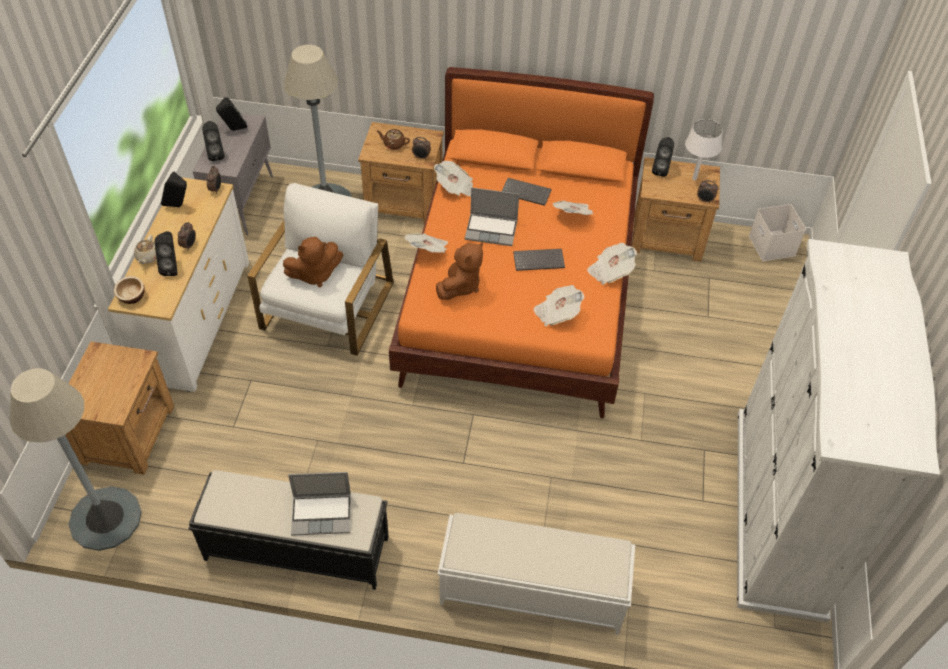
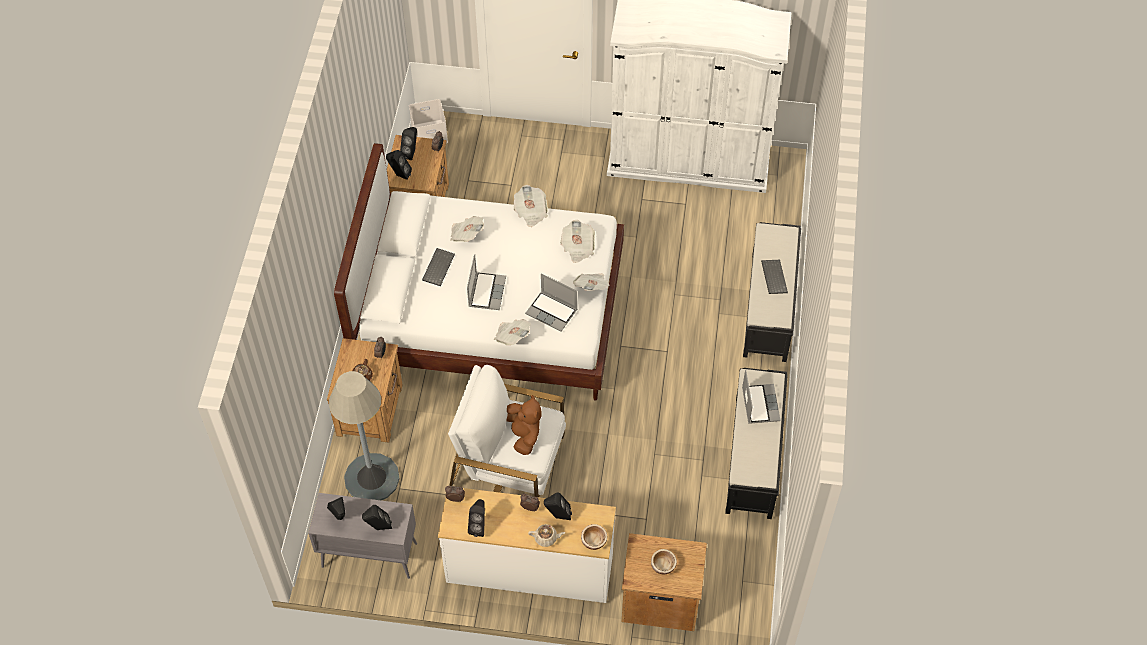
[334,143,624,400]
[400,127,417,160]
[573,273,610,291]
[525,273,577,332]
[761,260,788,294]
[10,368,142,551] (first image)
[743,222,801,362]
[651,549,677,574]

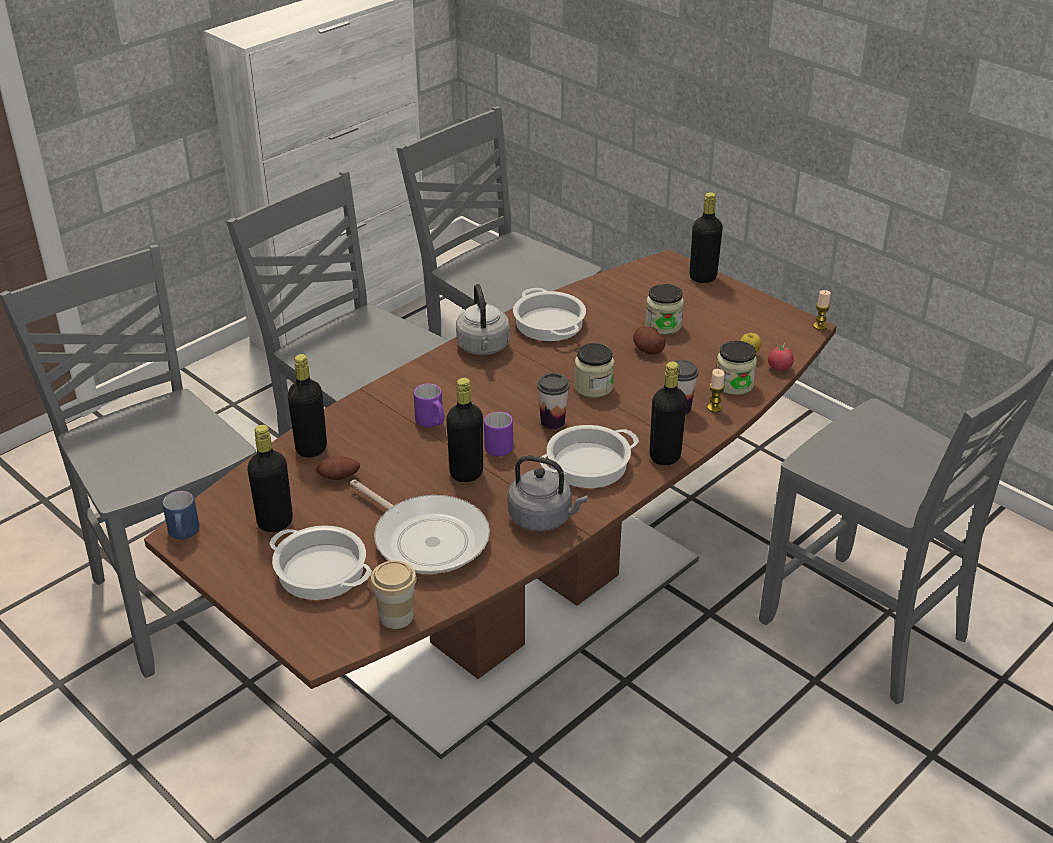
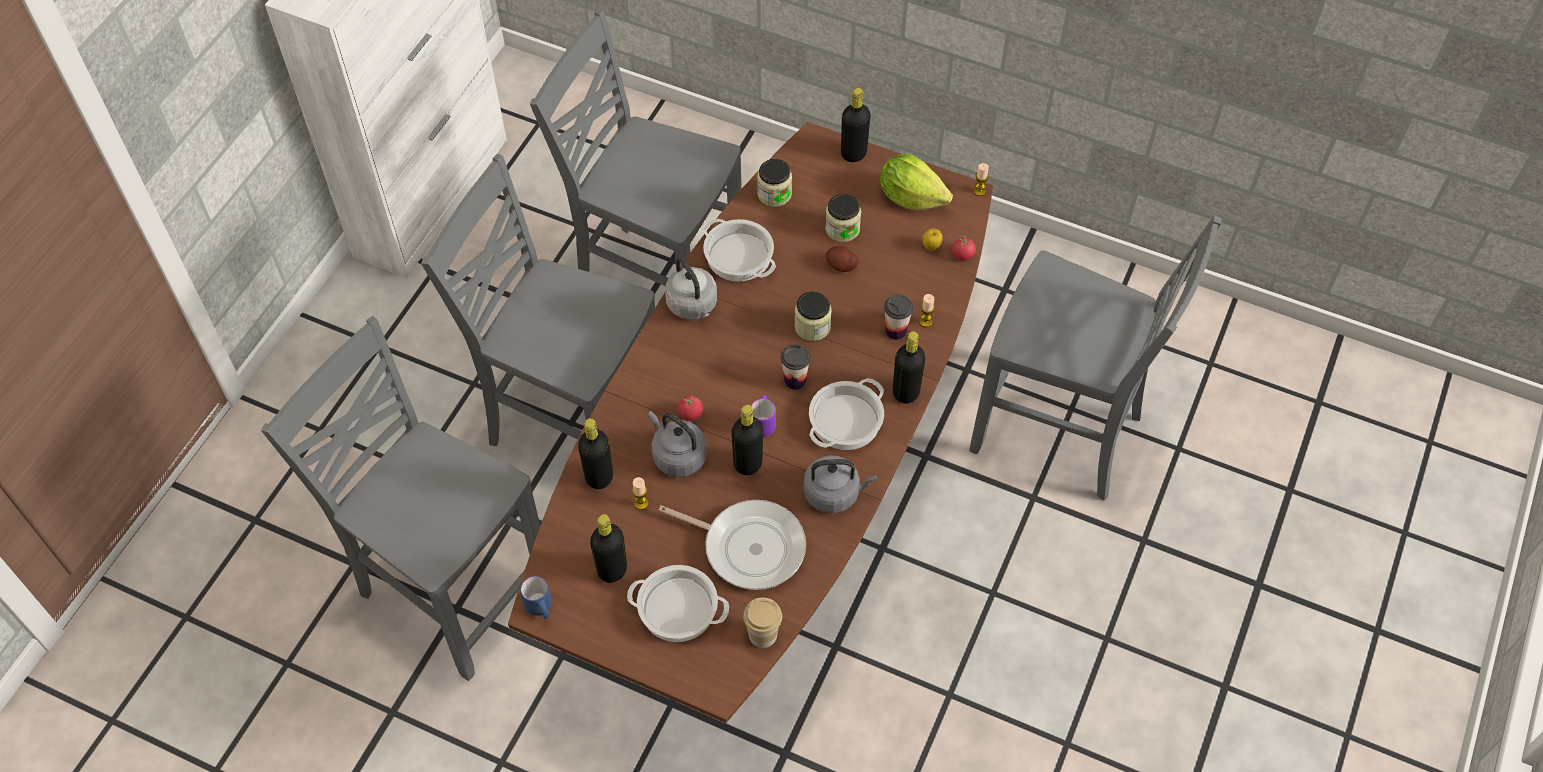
[757,159,792,207]
[678,396,703,421]
[632,477,649,510]
[880,153,953,210]
[648,411,707,477]

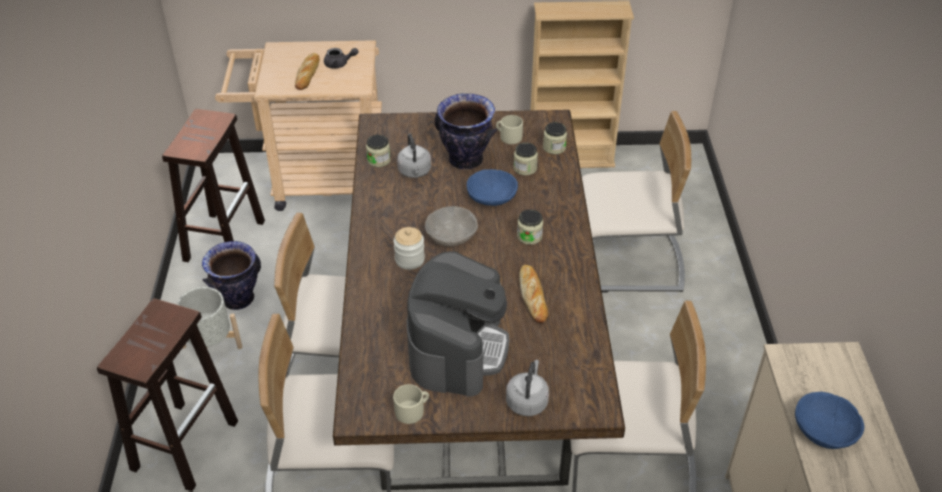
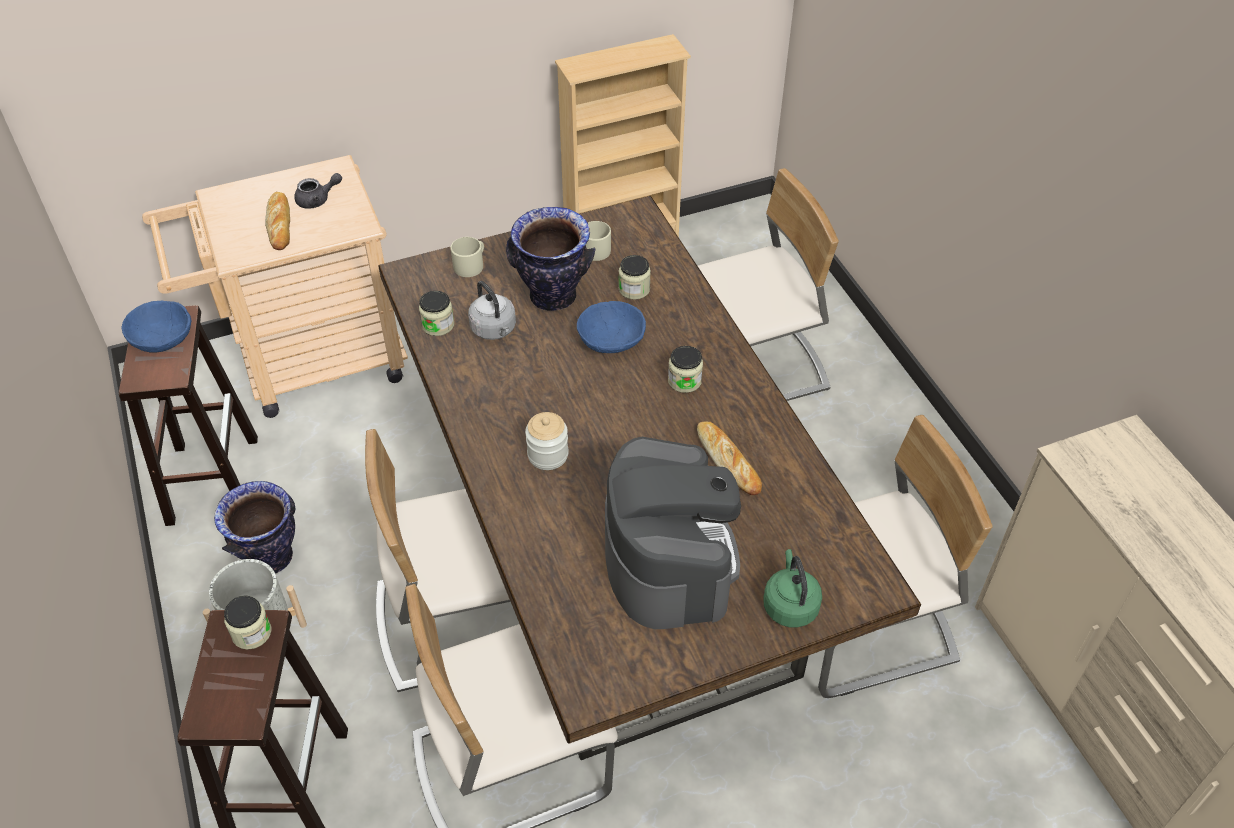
[224,595,271,650]
[425,206,478,247] (first image)
[763,549,822,628]
[451,237,484,277]
[121,301,191,353]

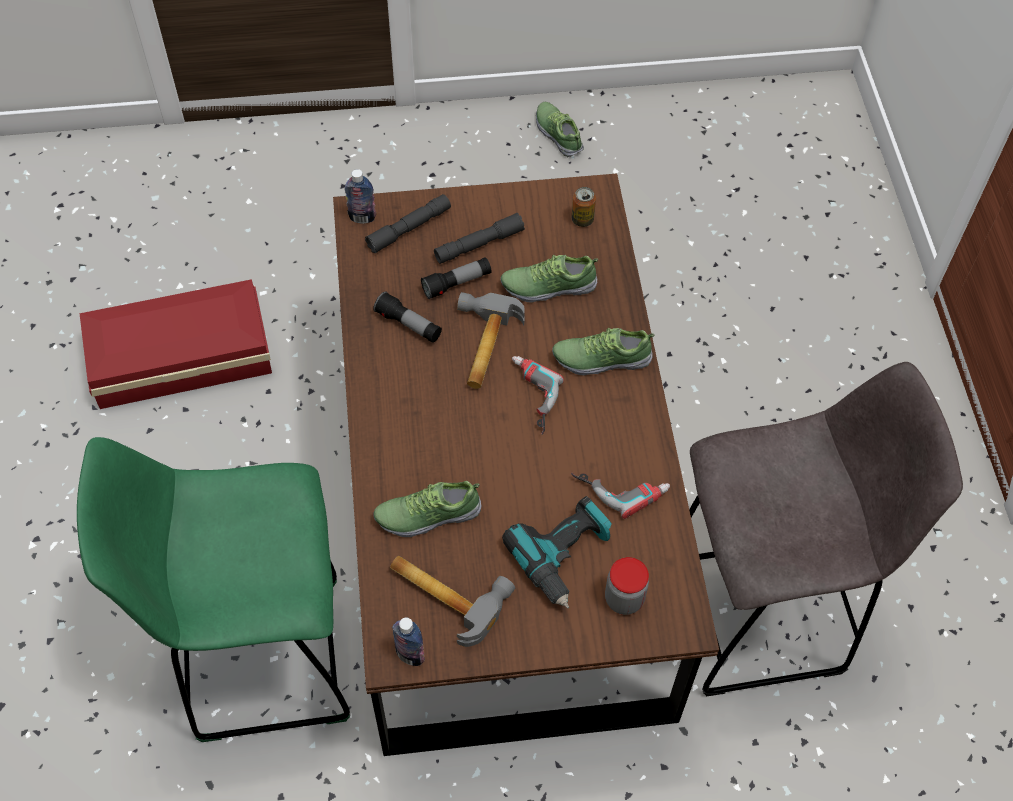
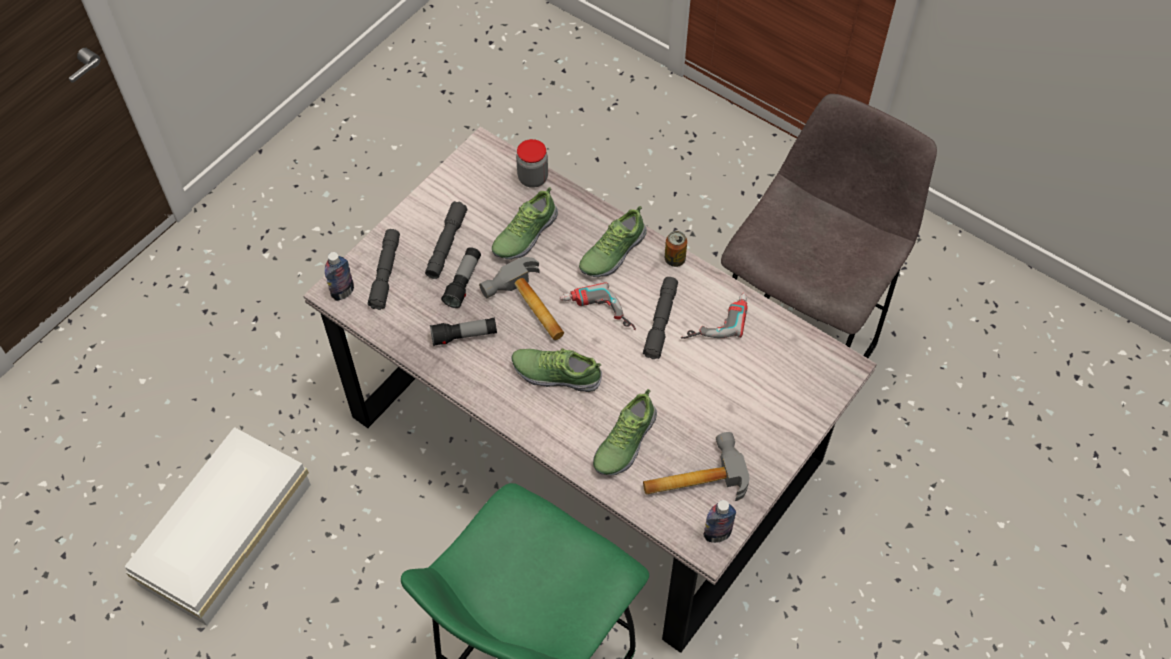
[512,348,602,392]
[303,127,877,653]
[665,231,687,267]
[124,427,311,625]
[502,496,612,609] (first image)
[516,139,548,188]
[643,277,678,359]

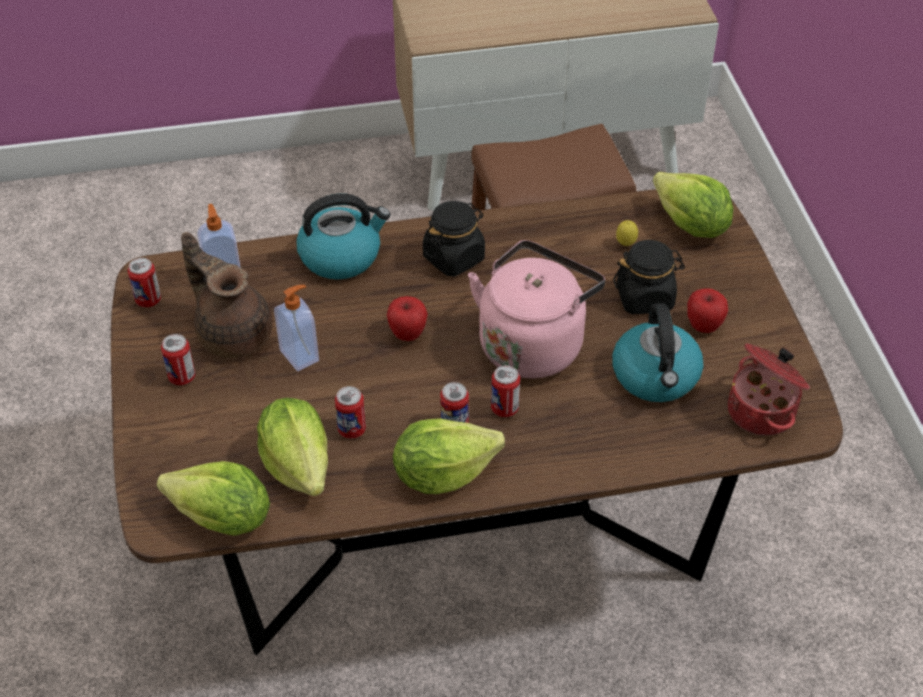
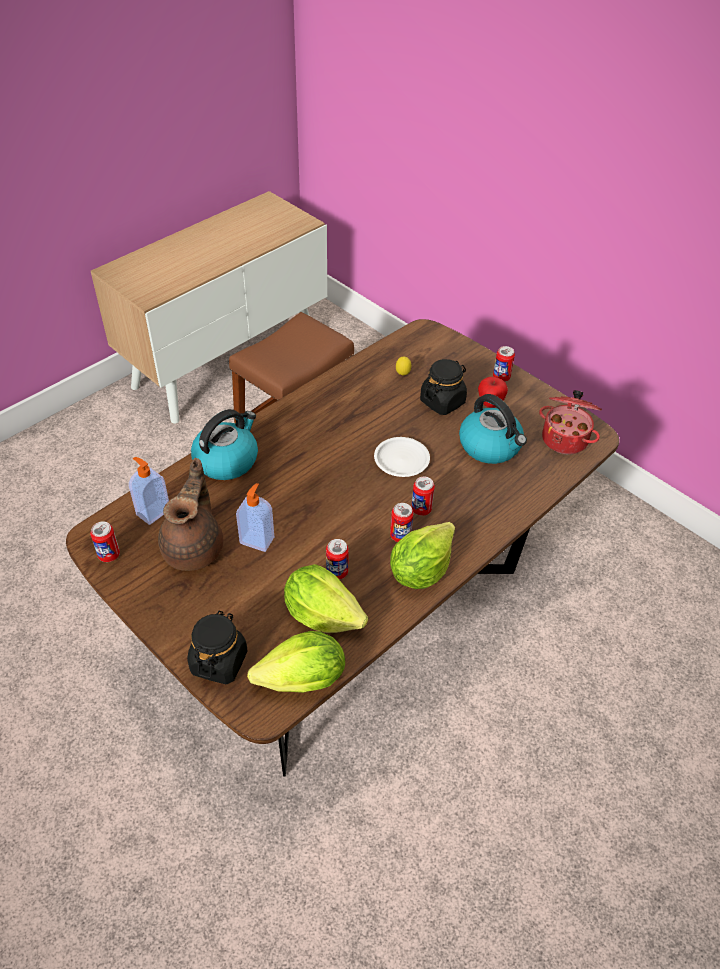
[653,172,733,238] (first image)
[187,611,248,684]
[158,458,223,571]
[374,437,430,477]
[387,296,428,341] (first image)
[493,346,515,381]

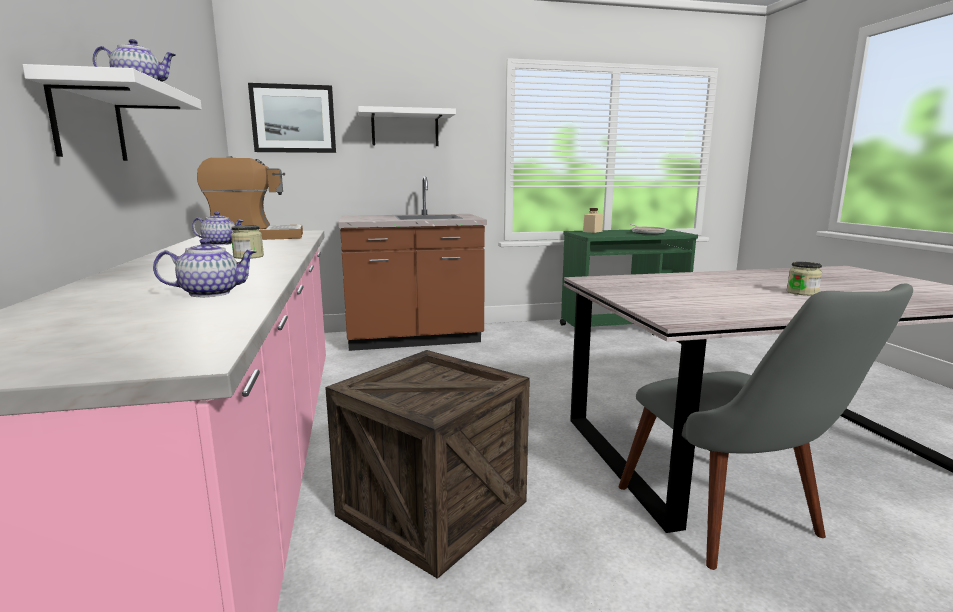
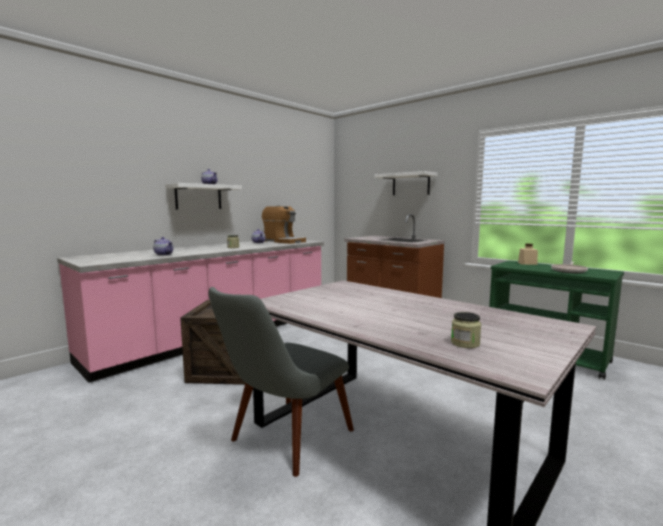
[248,83,336,153] (first image)
[451,312,481,348]

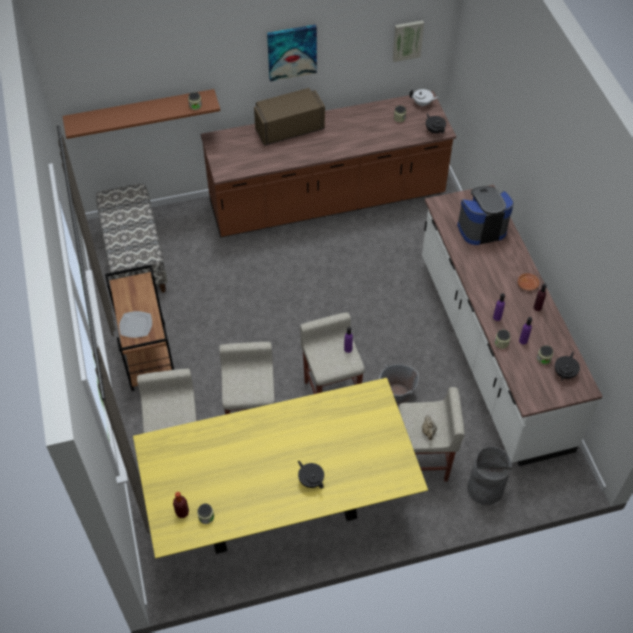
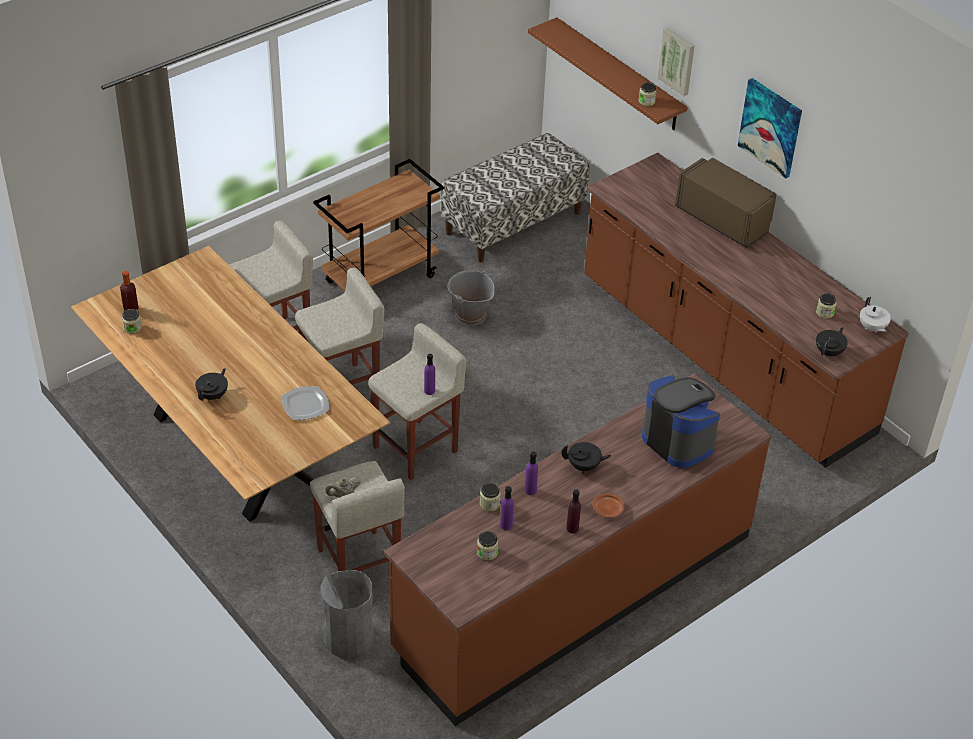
[657,27,695,96]
[384,373,771,726]
[282,386,329,420]
[562,442,612,473]
[447,269,495,326]
[71,246,390,522]

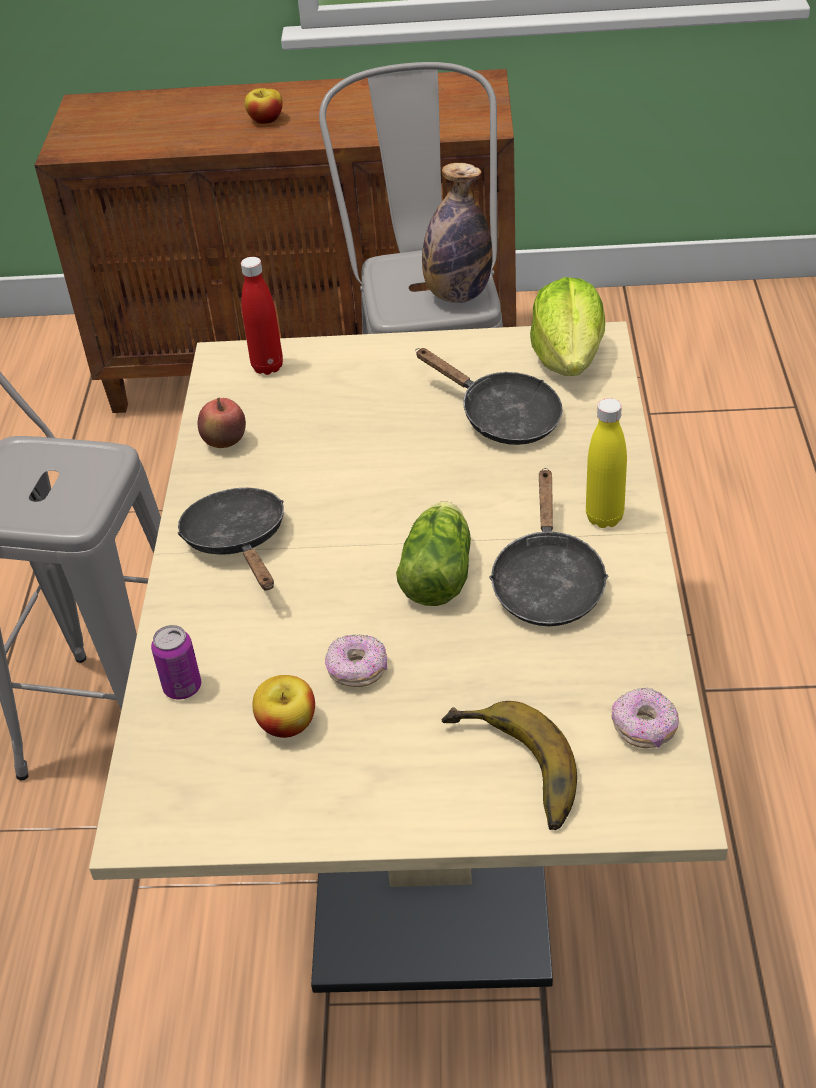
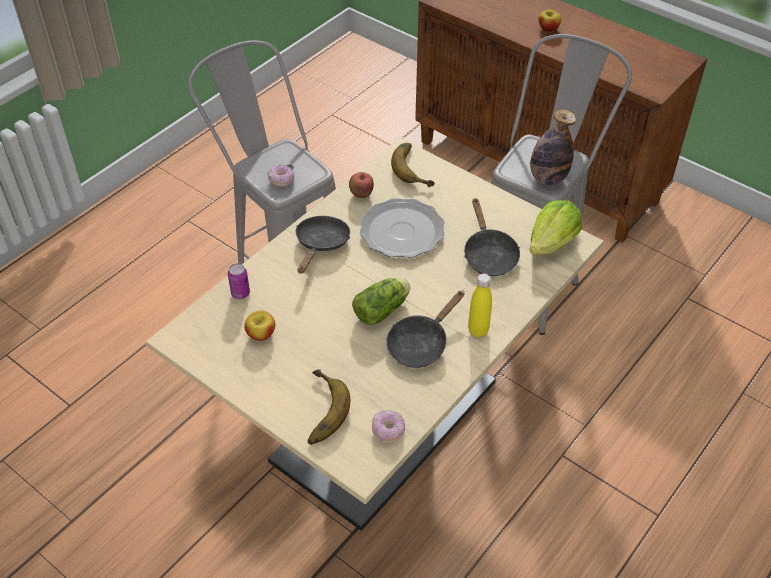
[391,143,435,187]
[268,164,295,187]
[360,198,445,258]

